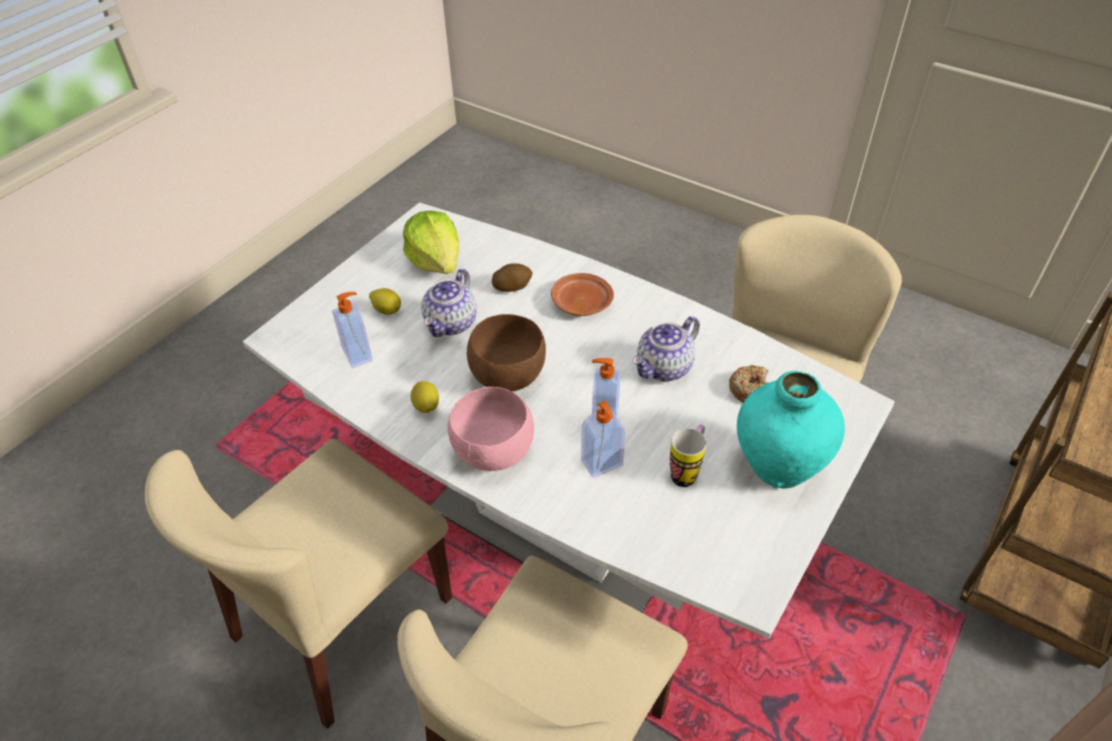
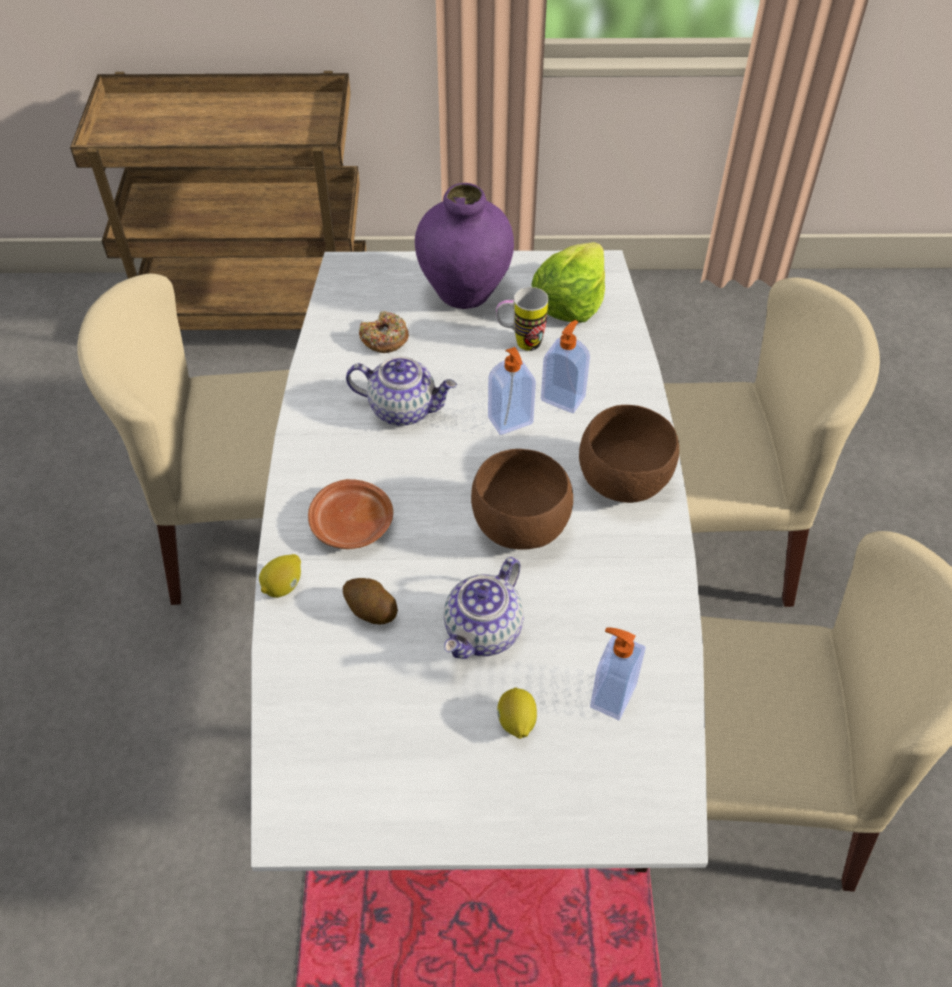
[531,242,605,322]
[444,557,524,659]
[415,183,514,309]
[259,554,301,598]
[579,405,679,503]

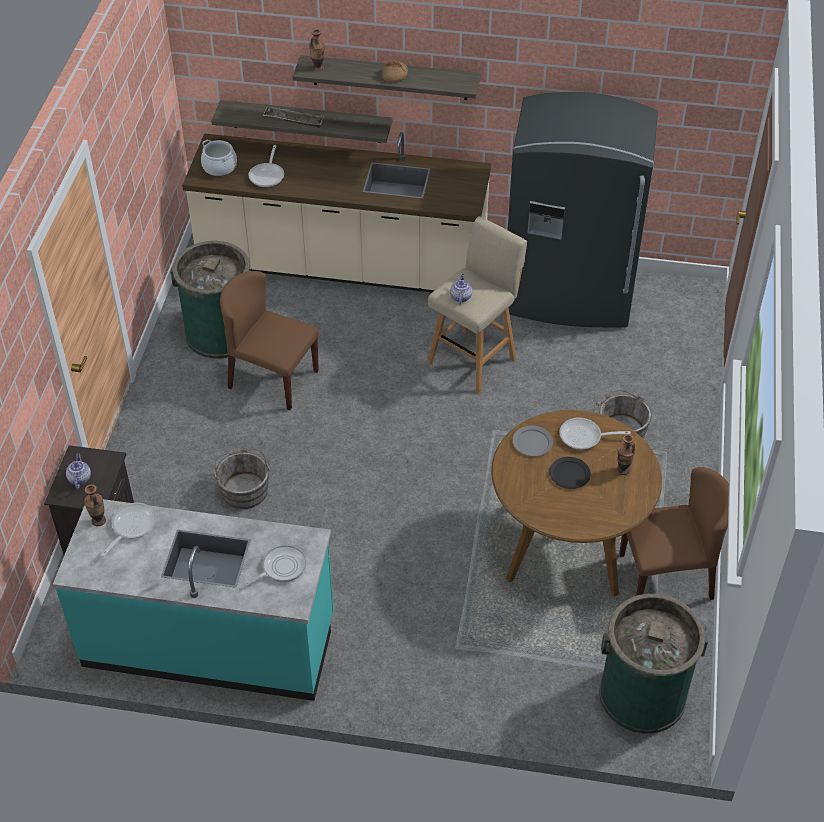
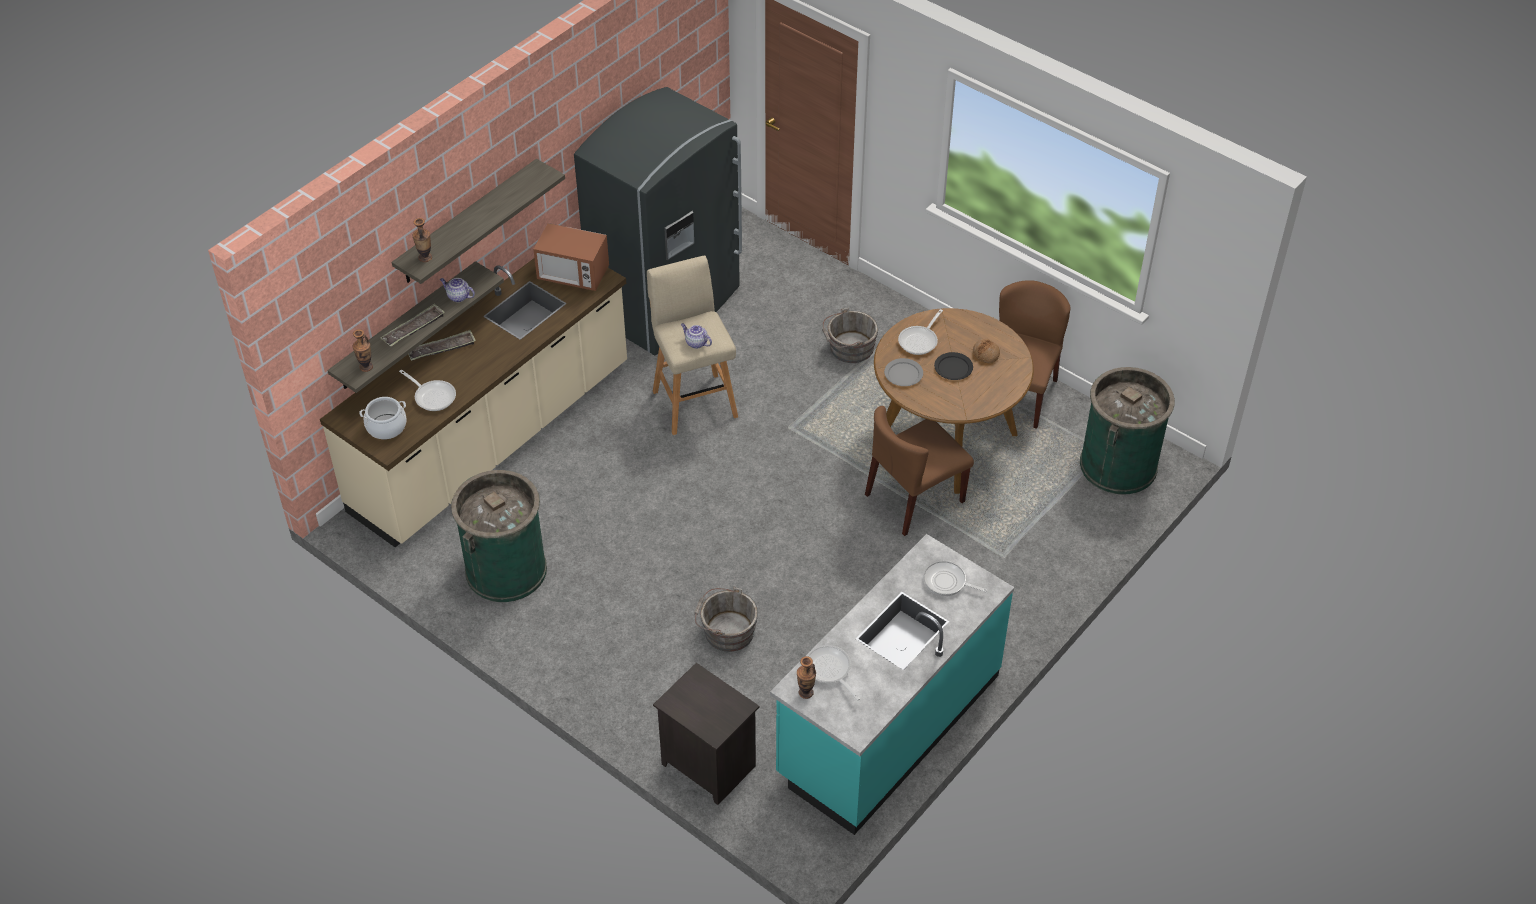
[973,338,1000,363]
[865,406,974,536]
[353,329,373,372]
[440,278,475,302]
[923,561,987,596]
[533,223,609,291]
[408,330,476,361]

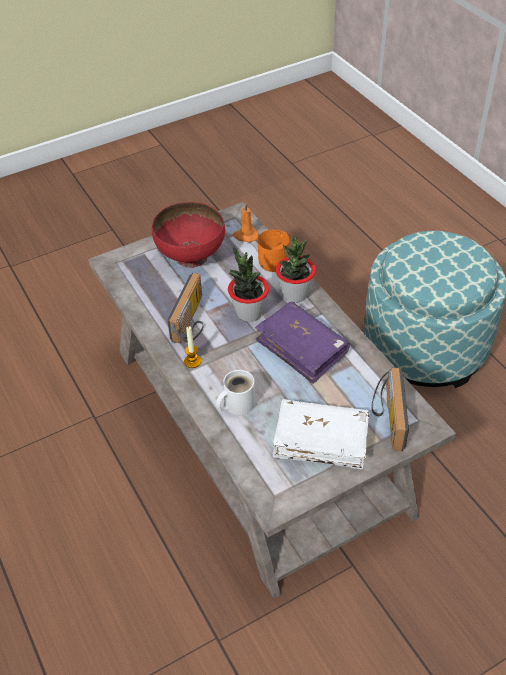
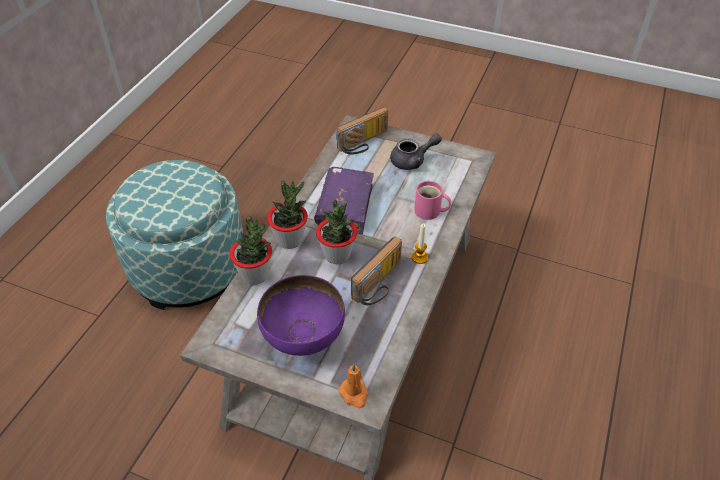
[257,275,345,356]
[338,364,368,409]
[229,214,272,285]
[351,236,402,305]
[414,181,451,220]
[390,134,442,170]

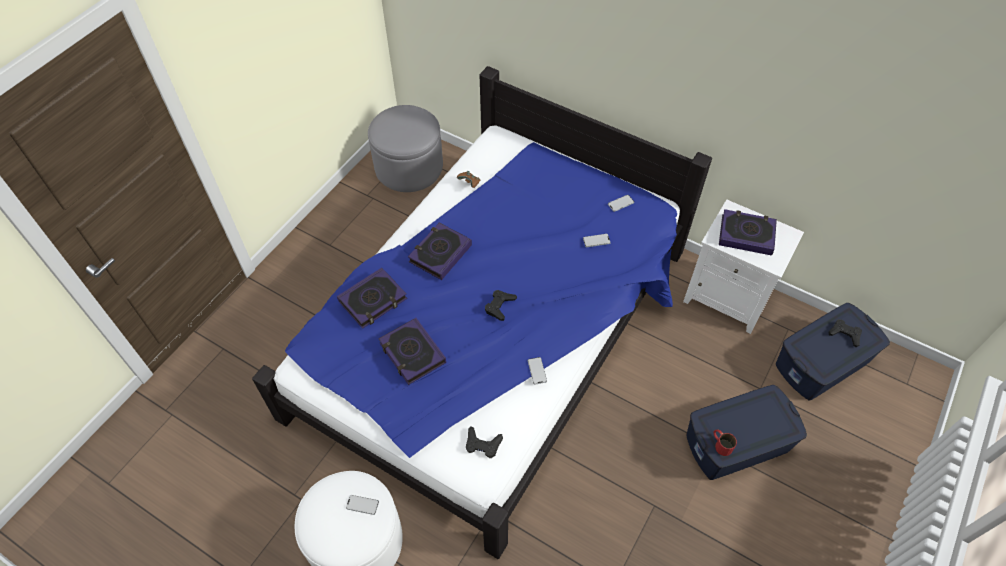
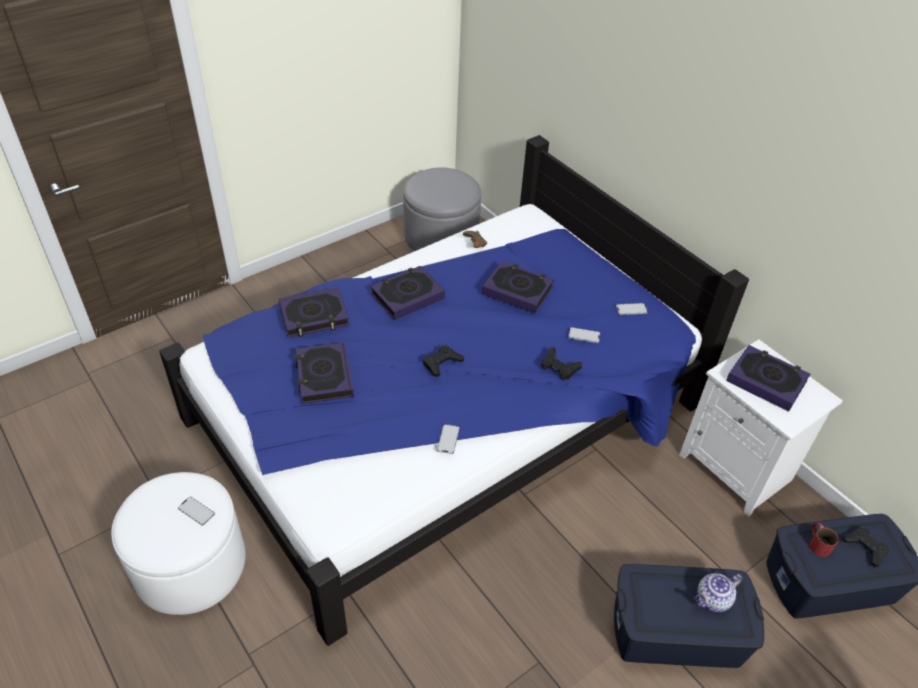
[541,347,582,380]
[809,522,839,557]
[482,261,554,313]
[695,573,742,612]

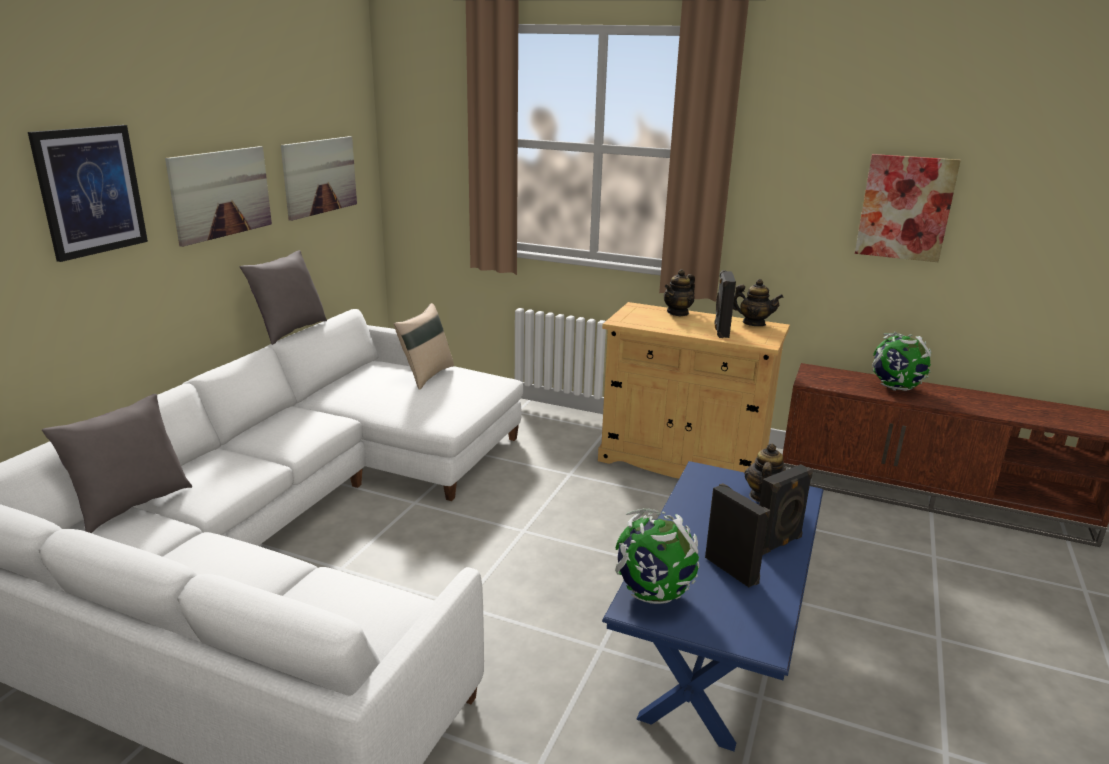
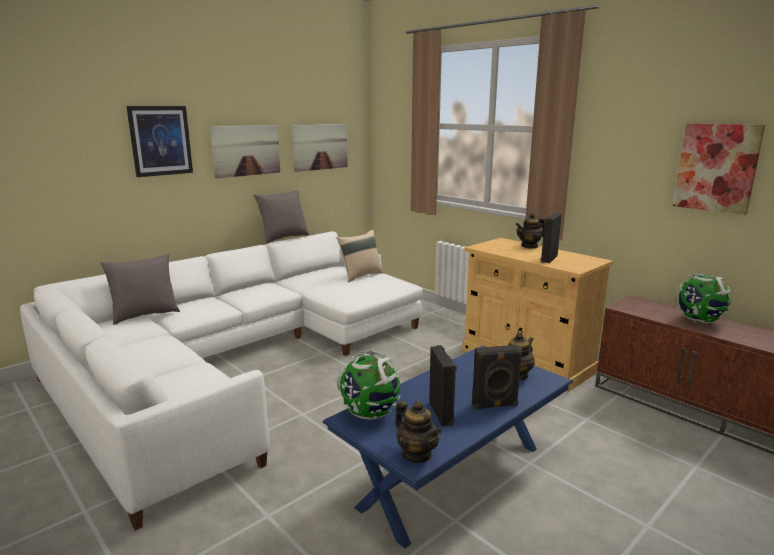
[395,401,441,463]

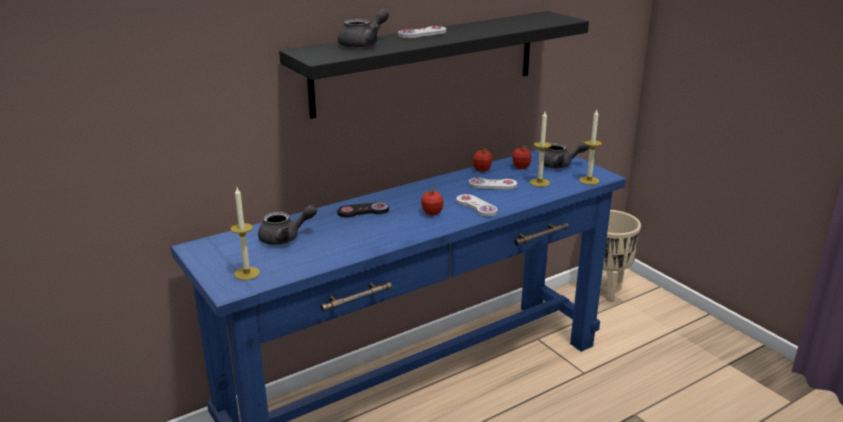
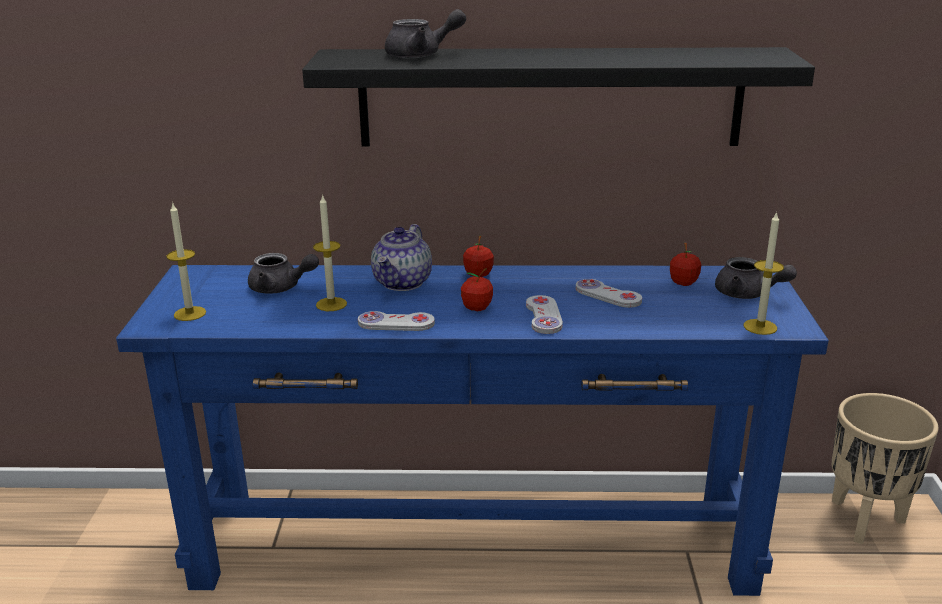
[358,311,435,331]
[313,194,347,311]
[463,236,494,277]
[371,224,432,291]

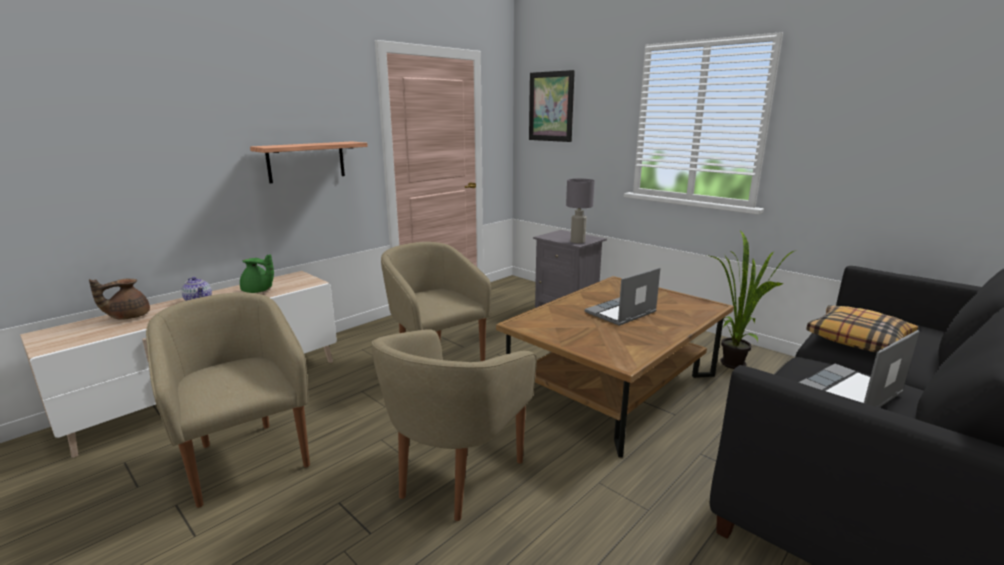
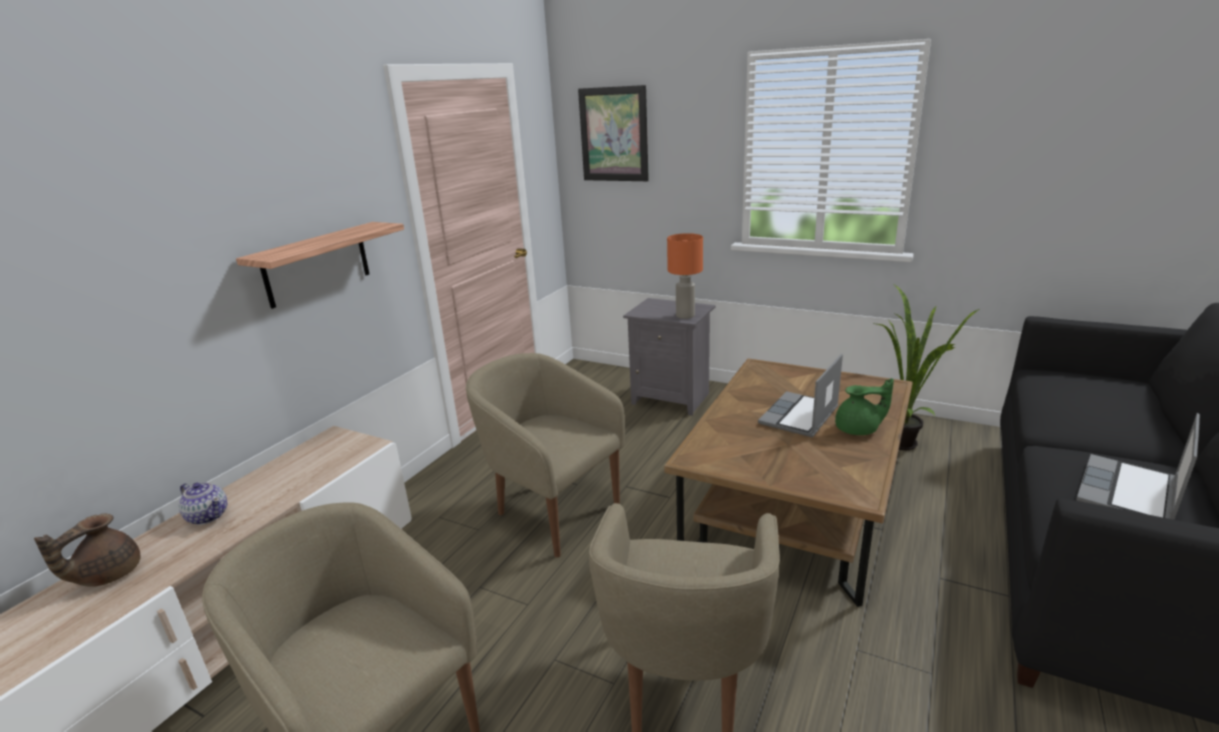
[667,233,703,319]
[835,378,894,435]
[806,305,918,353] (first image)

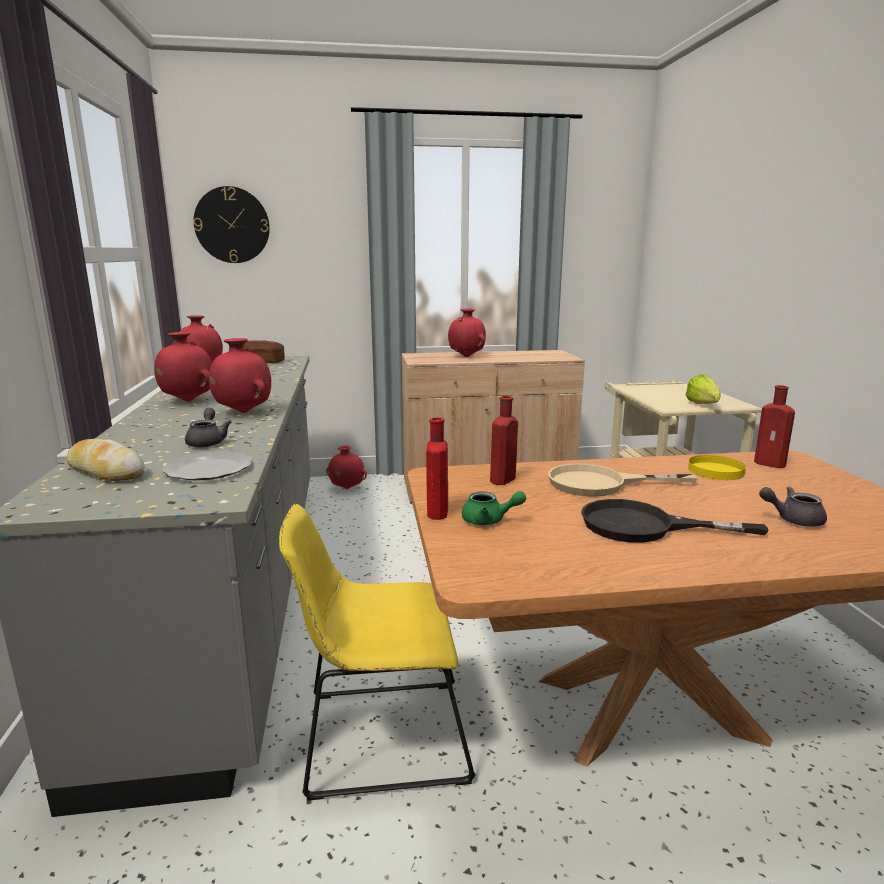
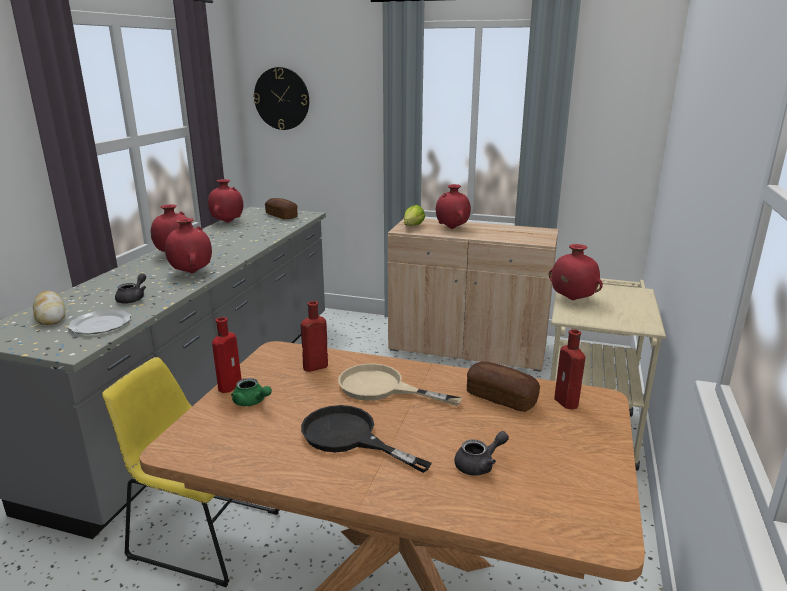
[404,205,425,226]
[549,244,603,300]
[467,361,540,412]
[454,431,509,476]

